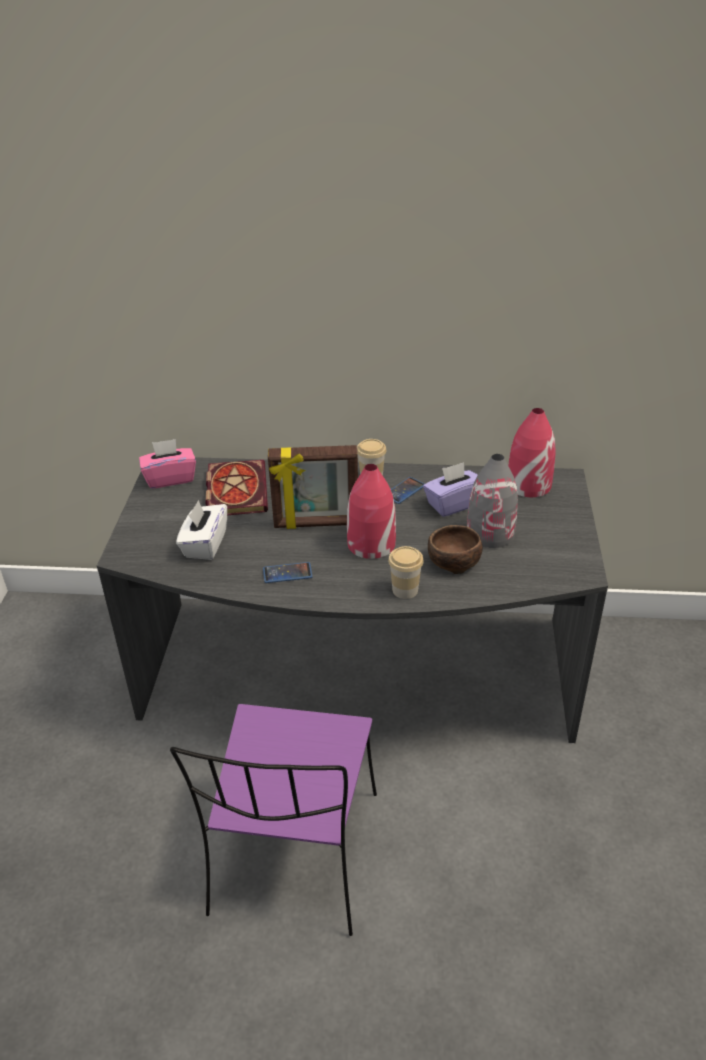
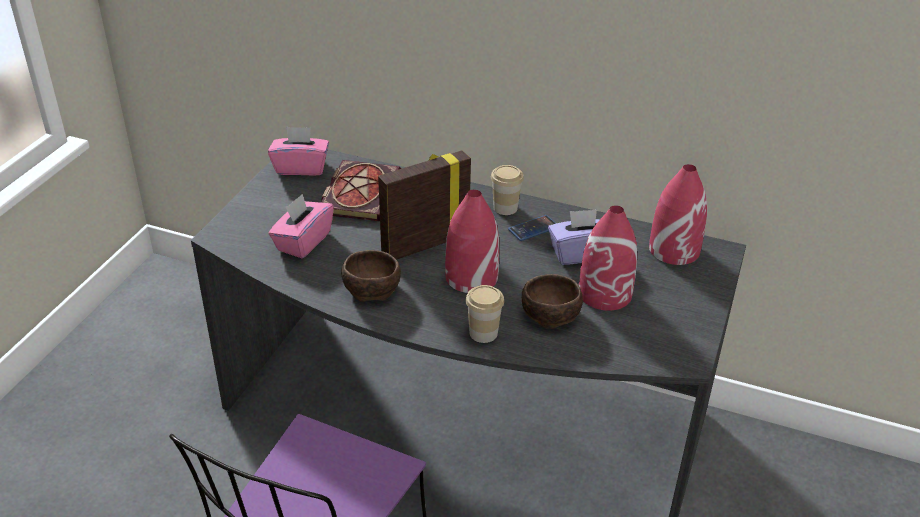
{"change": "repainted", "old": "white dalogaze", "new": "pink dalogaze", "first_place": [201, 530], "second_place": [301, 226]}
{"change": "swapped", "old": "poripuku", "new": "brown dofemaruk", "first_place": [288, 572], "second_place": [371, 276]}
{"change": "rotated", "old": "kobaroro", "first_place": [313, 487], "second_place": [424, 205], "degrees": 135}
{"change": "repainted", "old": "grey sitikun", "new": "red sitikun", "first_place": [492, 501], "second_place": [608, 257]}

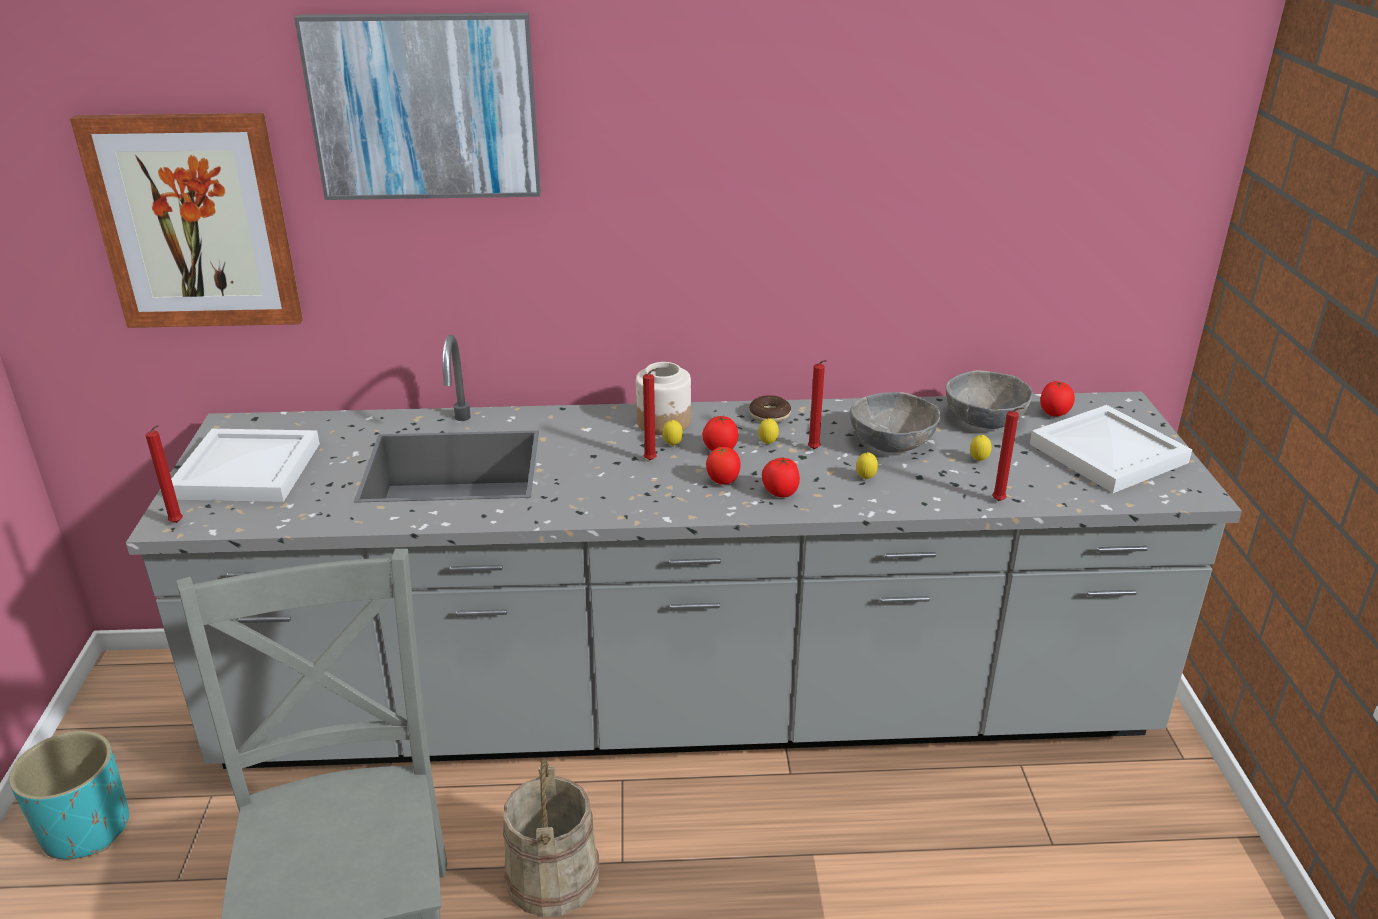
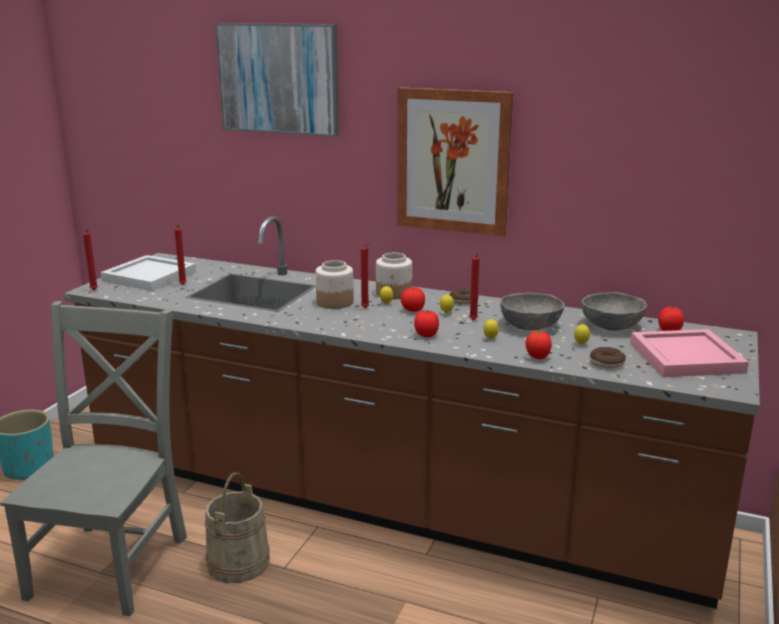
{"change": "shifted", "old": "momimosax", "first_place": [186, 220], "second_place": [455, 162]}
{"change": "repainted", "old": "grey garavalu", "new": "brown garavalu", "first_place": [684, 552], "second_place": [412, 412]}
{"change": "shifted", "old": "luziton", "first_place": [723, 465], "second_place": [539, 345]}
{"change": "shifted", "old": "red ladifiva", "first_place": [1008, 454], "second_place": [180, 254]}
{"change": "repainted", "old": "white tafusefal", "new": "pink tafusefal", "first_place": [1111, 449], "second_place": [689, 353]}
{"change": "new", "new": "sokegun", "second_place": [335, 284]}
{"change": "new", "new": "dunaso", "second_place": [608, 357]}

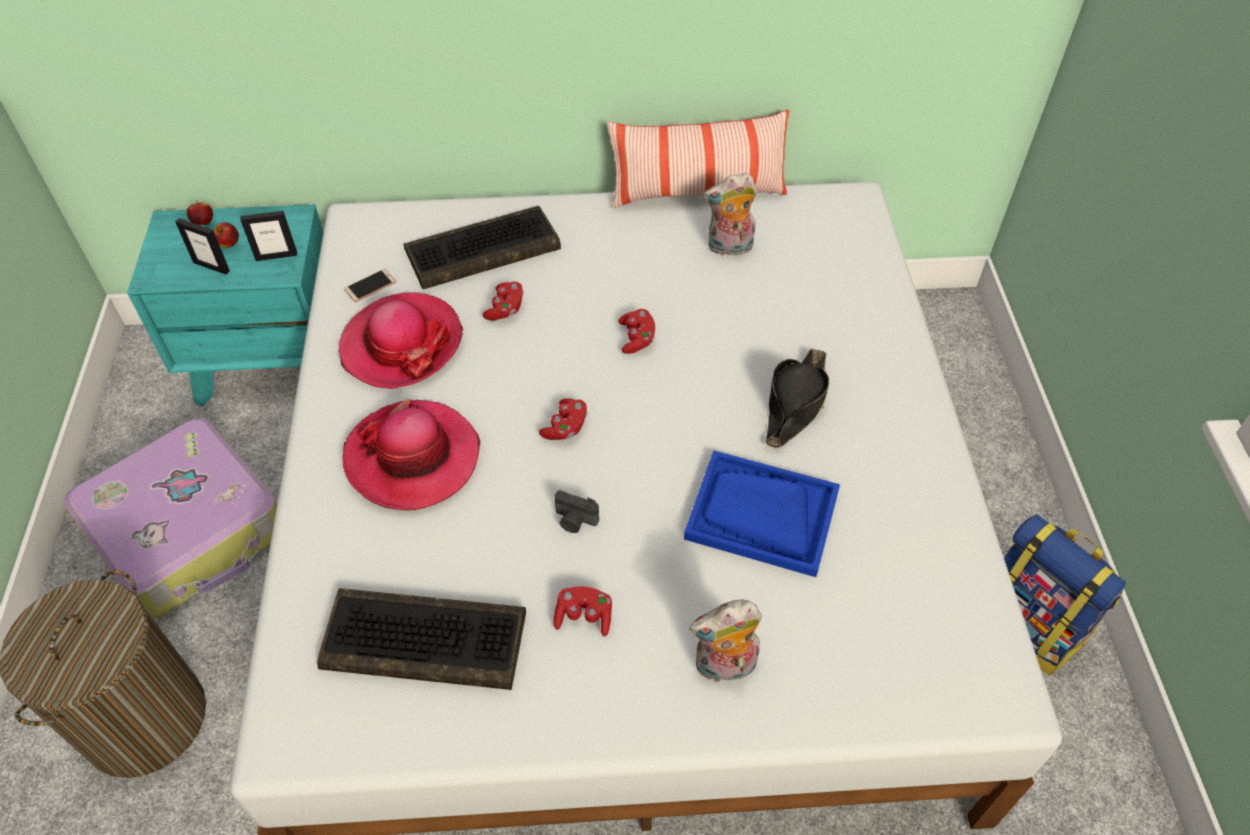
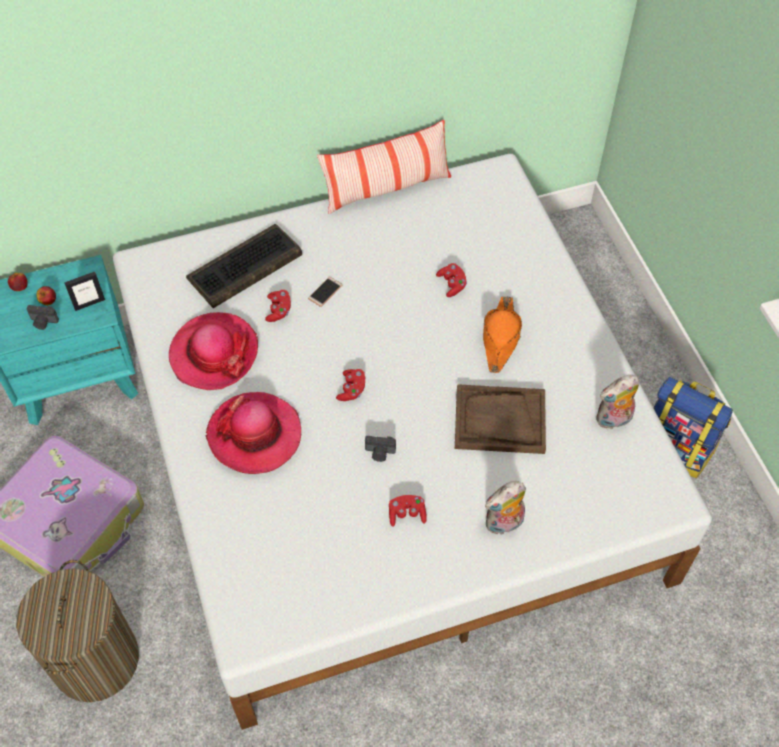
{"change": "swapped", "old": "kobaroro", "new": "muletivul", "first_place": [202, 246], "second_place": [42, 317]}
{"change": "gone", "old": "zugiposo", "first_place": [421, 639]}
{"change": "shifted", "old": "poripuku", "first_place": [370, 285], "second_place": [325, 292]}
{"change": "shifted", "old": "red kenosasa", "first_place": [636, 331], "second_place": [451, 280]}
{"change": "repainted", "old": "blue tafusefal", "new": "brown tafusefal", "first_place": [762, 513], "second_place": [500, 419]}
{"change": "shifted", "old": "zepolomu", "first_place": [730, 214], "second_place": [617, 402]}
{"change": "repainted", "old": "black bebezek", "new": "orange bebezek", "first_place": [797, 398], "second_place": [502, 334]}

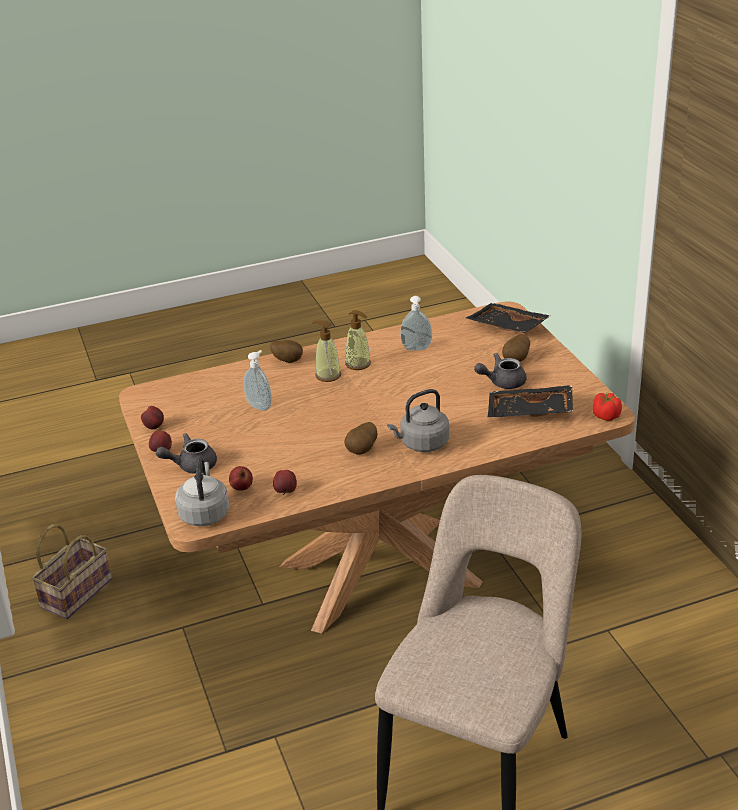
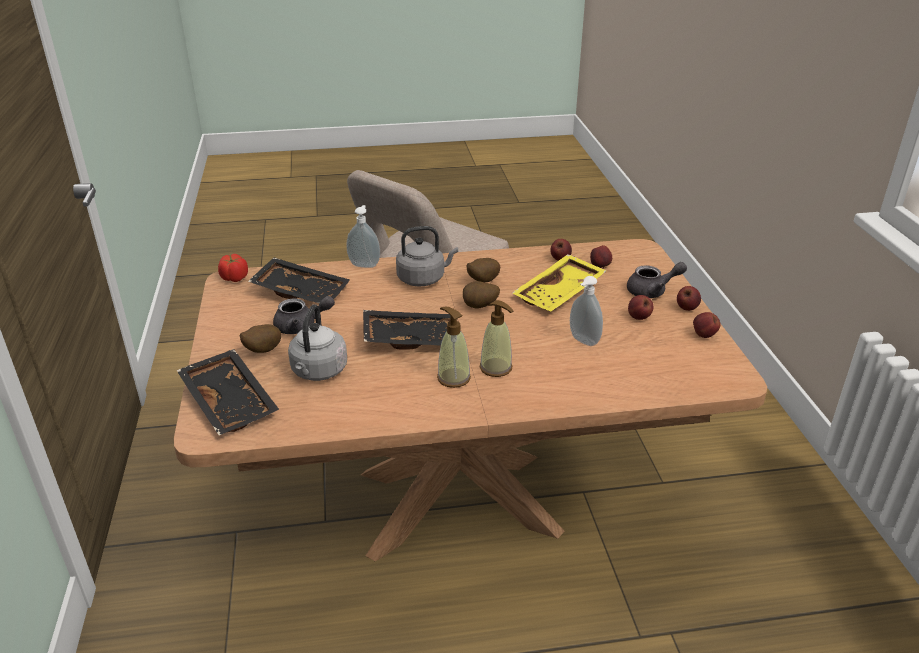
{"change": "gone", "old": "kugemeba", "first_place": [71, 571]}
{"change": "shifted", "old": "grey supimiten", "first_place": [202, 491], "second_place": [317, 342]}
{"change": "shifted", "old": "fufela", "first_place": [286, 351], "second_place": [481, 295]}
{"change": "shifted", "old": "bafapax", "first_place": [416, 323], "second_place": [363, 236]}
{"change": "new", "new": "black tafusefal", "second_place": [407, 330]}
{"change": "new", "new": "yellow tafusefal", "second_place": [559, 283]}
{"change": "new", "new": "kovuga", "second_place": [640, 307]}

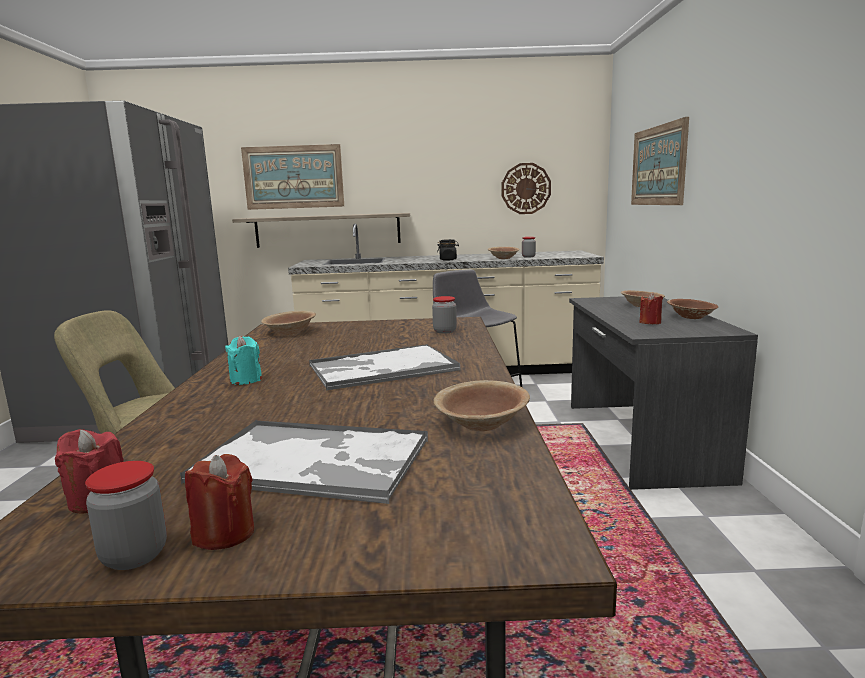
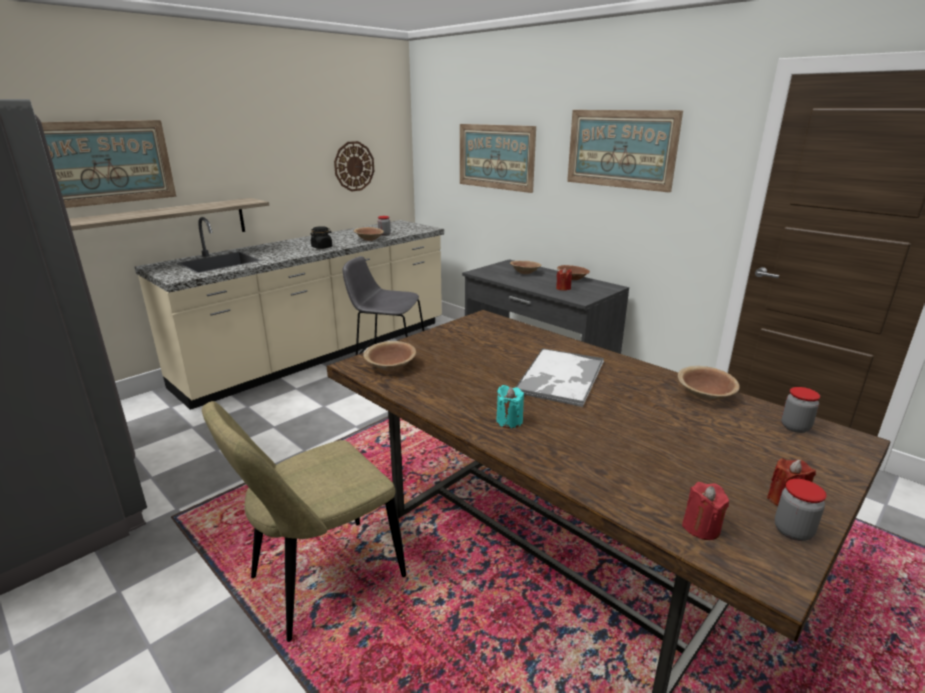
{"change": "gone", "old": "tafusefal", "first_place": [304, 462]}
{"change": "shifted", "old": "sokegun", "first_place": [444, 315], "second_place": [800, 410]}
{"change": "new", "new": "momimosax", "second_place": [625, 151]}

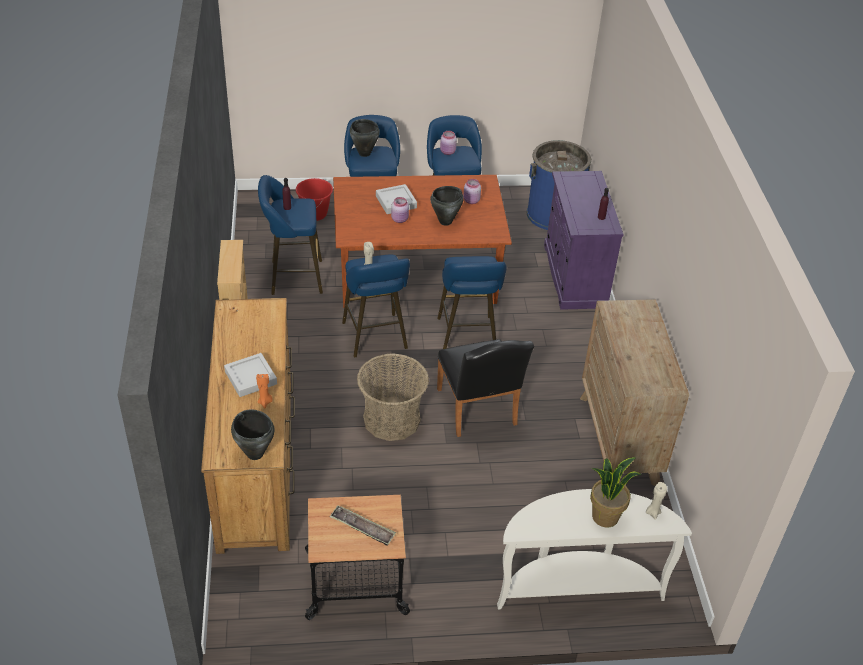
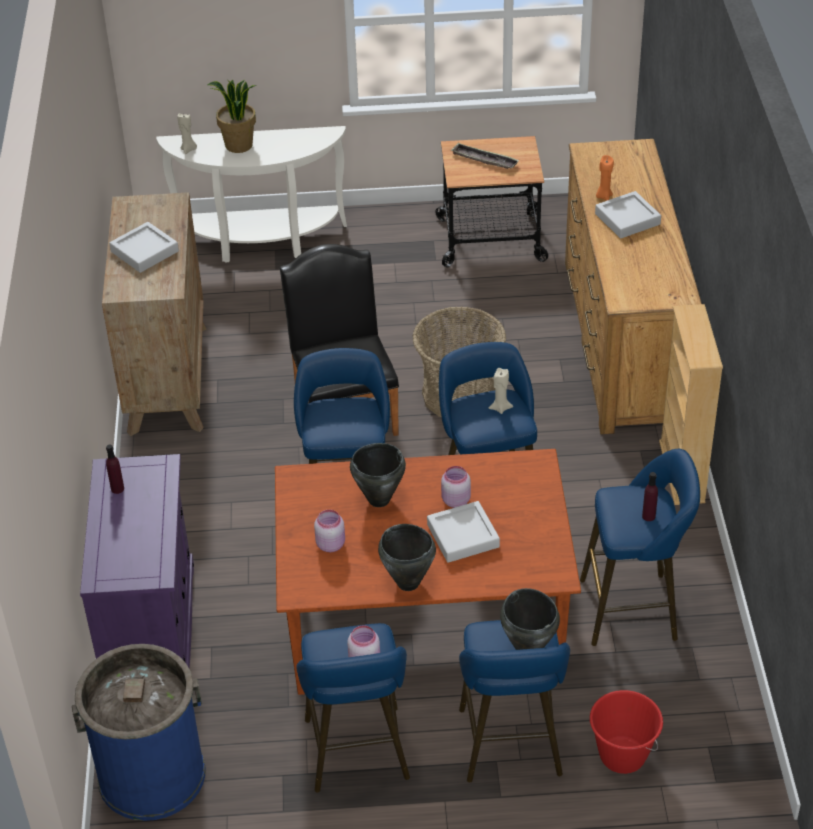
{"change": "shifted", "old": "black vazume", "first_place": [253, 435], "second_place": [407, 557]}
{"change": "new", "new": "grey tafusefal", "second_place": [144, 247]}

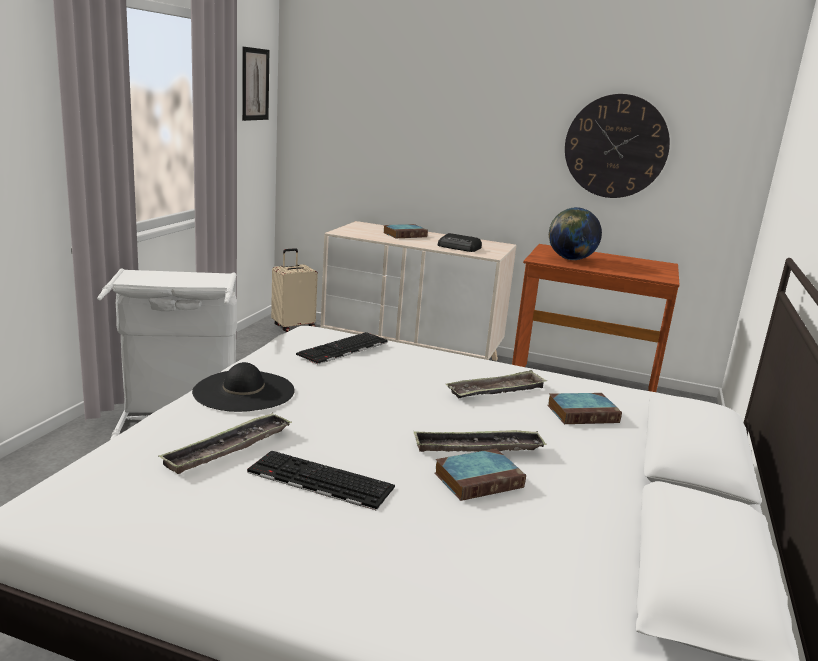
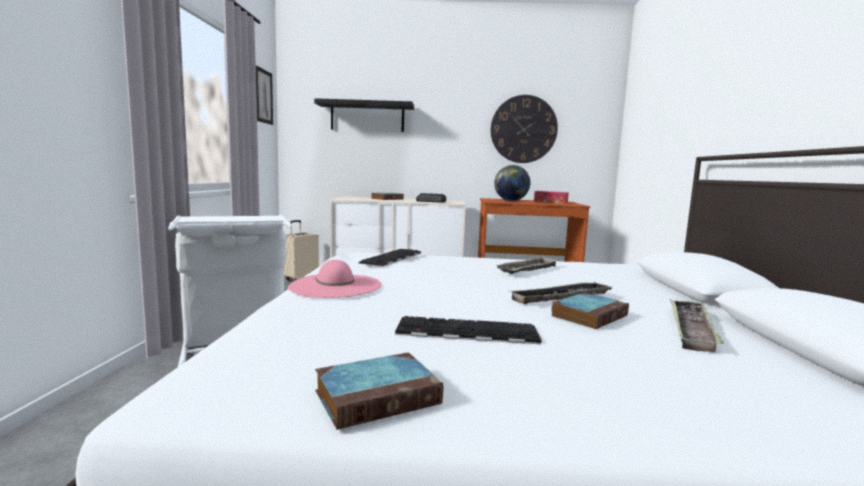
{"change": "shifted", "old": "tafusefal", "first_place": [225, 443], "second_place": [697, 325]}
{"change": "repainted", "old": "black bebezek", "new": "pink bebezek", "first_place": [243, 387], "second_place": [335, 279]}
{"change": "shifted", "old": "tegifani", "first_place": [584, 408], "second_place": [379, 391]}
{"change": "new", "new": "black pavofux", "second_place": [364, 115]}
{"change": "new", "new": "dalogaze", "second_place": [551, 197]}

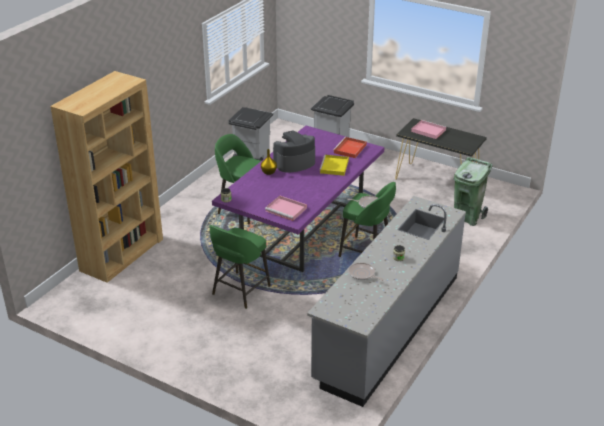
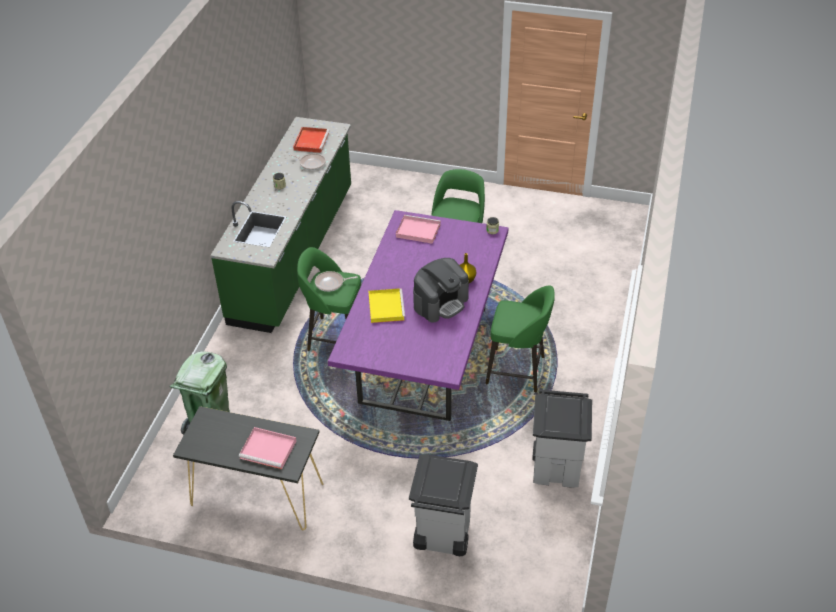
{"change": "gone", "old": "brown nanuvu", "first_place": [106, 177]}
{"change": "repainted", "old": "grey garavalu", "new": "green garavalu", "first_place": [386, 301], "second_place": [280, 225]}
{"change": "shifted", "old": "red tafusefal", "first_place": [350, 147], "second_place": [311, 140]}

